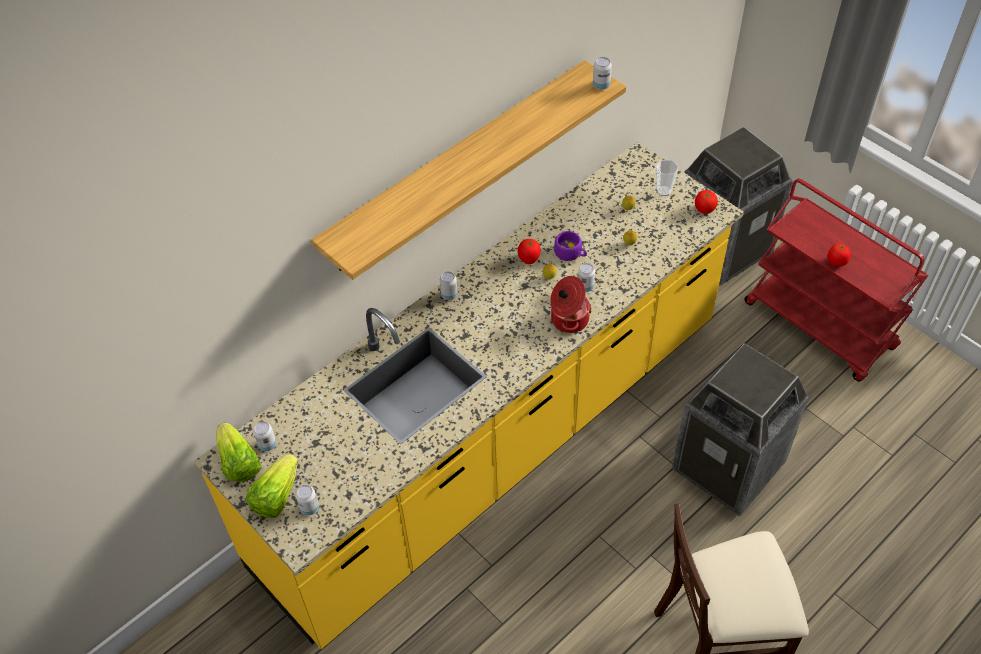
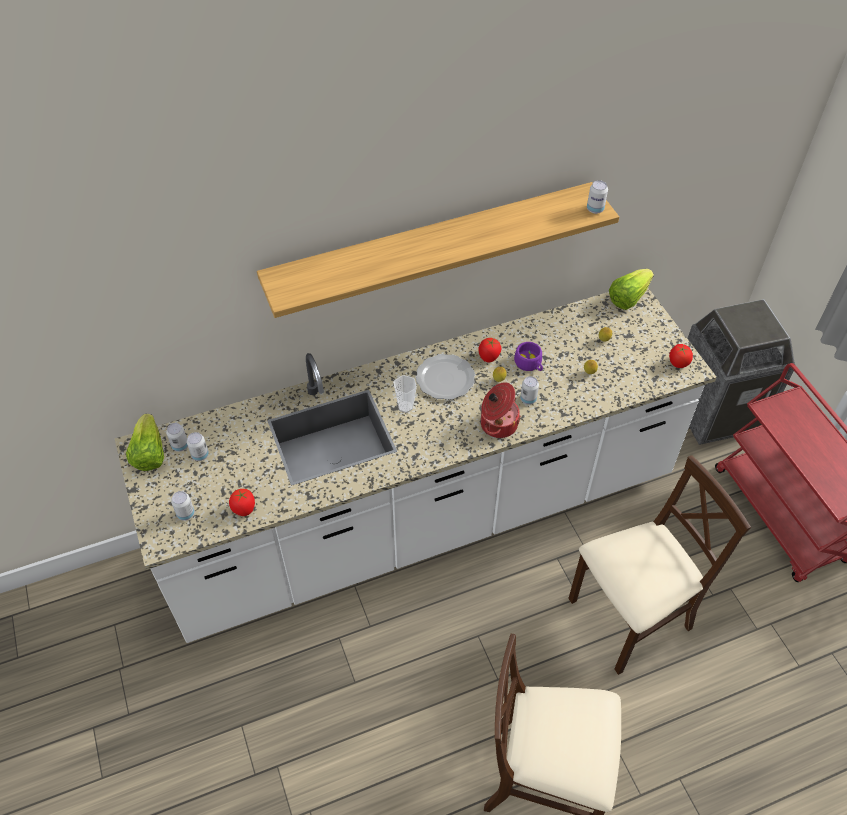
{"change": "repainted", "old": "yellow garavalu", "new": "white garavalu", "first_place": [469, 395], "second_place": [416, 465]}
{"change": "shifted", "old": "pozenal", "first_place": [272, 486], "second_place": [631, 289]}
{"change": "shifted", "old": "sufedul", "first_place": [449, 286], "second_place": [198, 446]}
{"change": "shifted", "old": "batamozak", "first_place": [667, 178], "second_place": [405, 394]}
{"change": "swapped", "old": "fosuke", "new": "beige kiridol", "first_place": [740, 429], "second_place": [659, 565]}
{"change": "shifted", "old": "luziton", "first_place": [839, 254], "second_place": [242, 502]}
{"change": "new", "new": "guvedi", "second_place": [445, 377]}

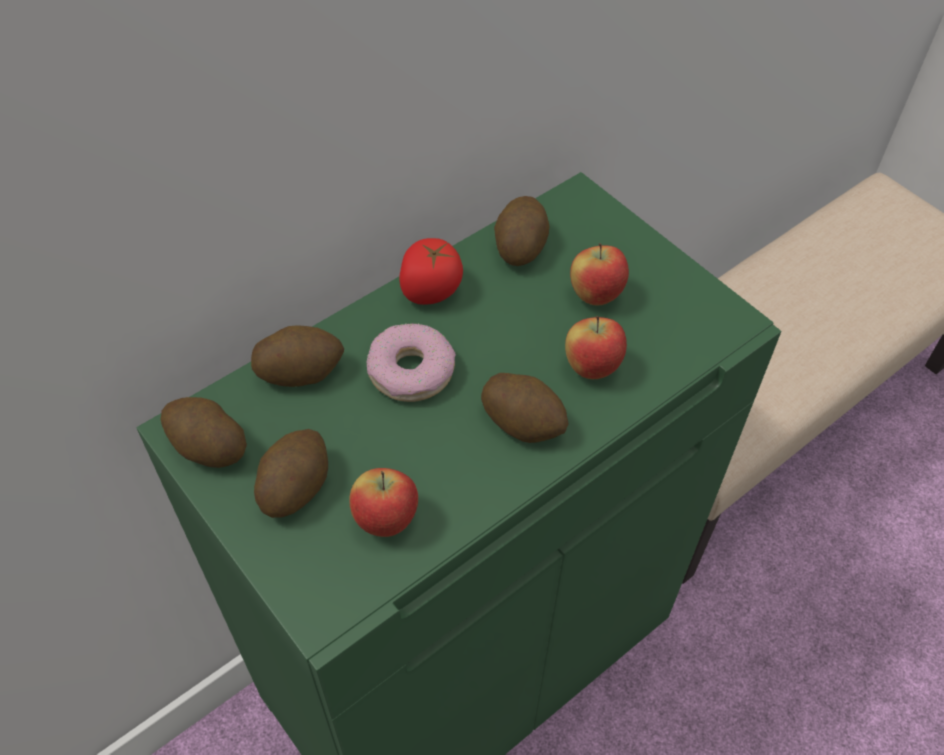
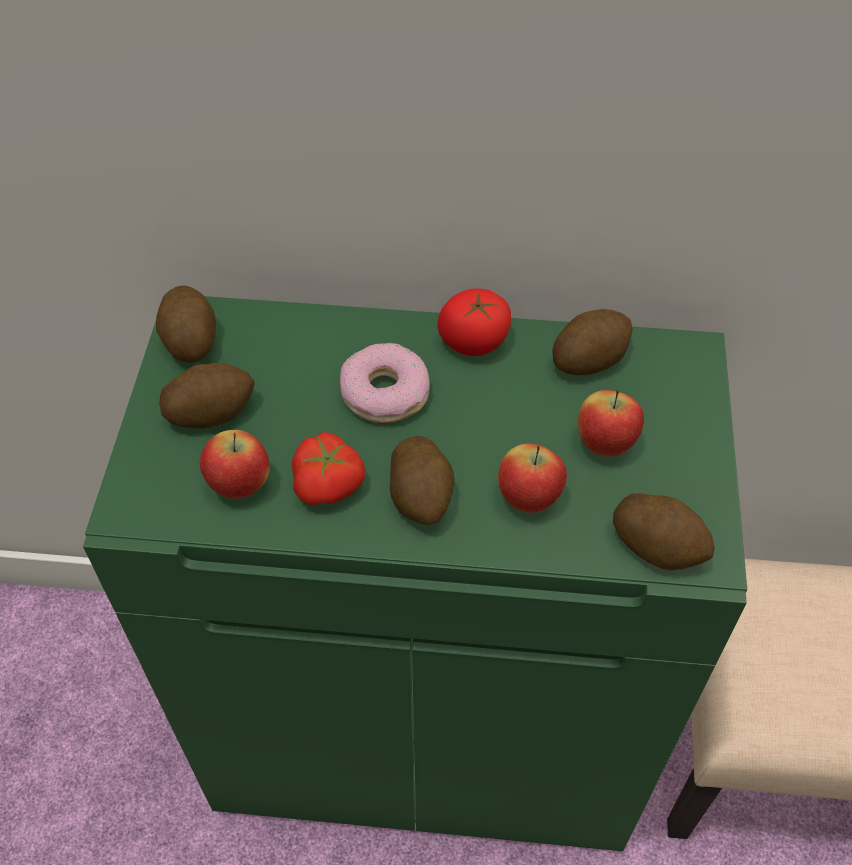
{"change": "shifted", "old": "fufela", "first_place": [297, 356], "second_place": [664, 531]}
{"change": "new", "new": "luziton", "second_place": [328, 469]}

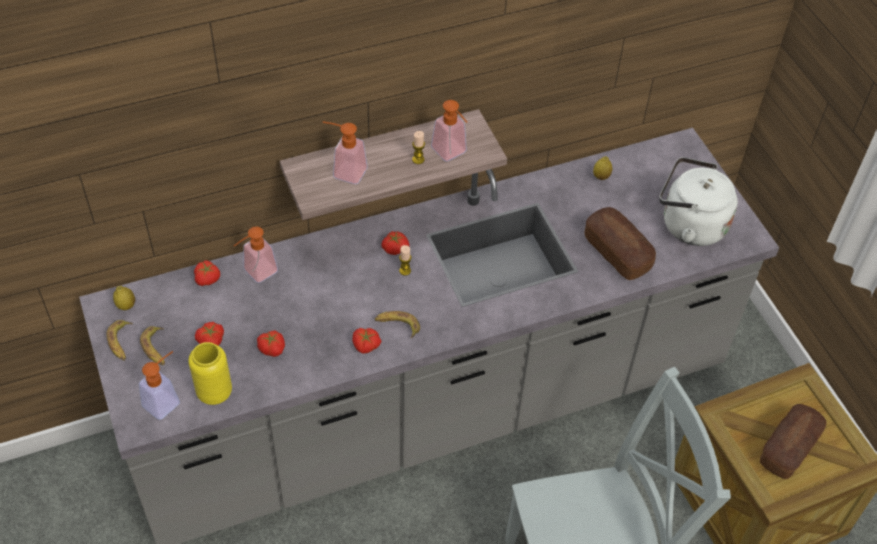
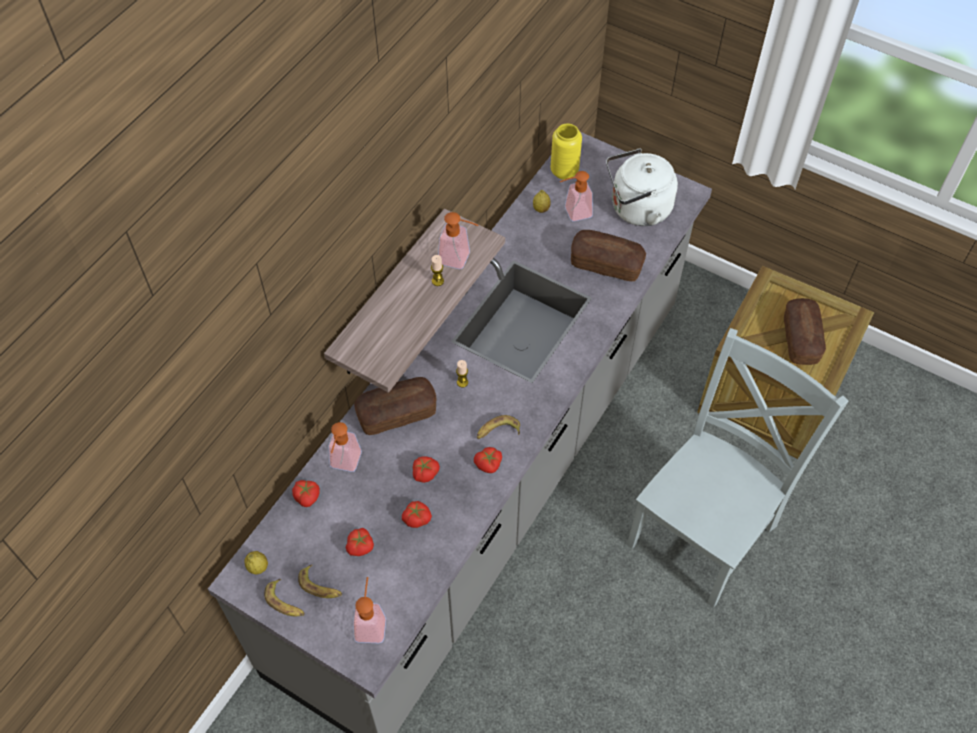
{"change": "shifted", "old": "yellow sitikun", "first_place": [210, 373], "second_place": [566, 152]}
{"change": "shifted", "old": "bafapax", "first_place": [345, 152], "second_place": [576, 196]}
{"change": "shifted", "old": "luziton", "first_place": [395, 243], "second_place": [426, 469]}
{"change": "new", "new": "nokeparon", "second_place": [395, 406]}

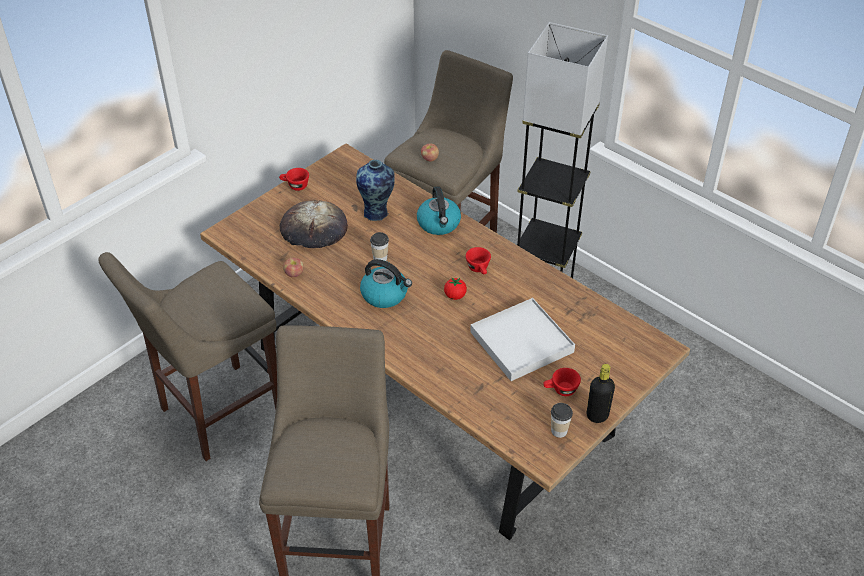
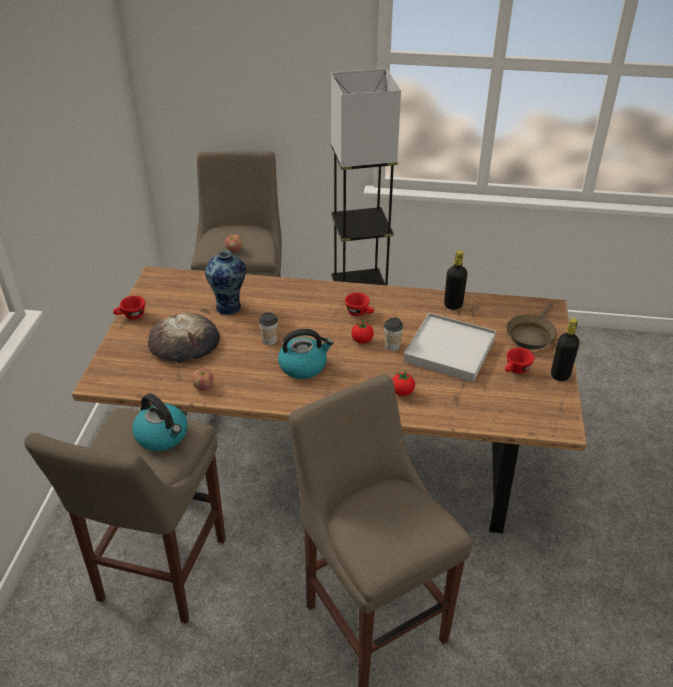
{"change": "shifted", "old": "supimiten", "first_place": [439, 210], "second_place": [159, 422]}
{"change": "shifted", "old": "batamozak", "first_place": [562, 420], "second_place": [393, 334]}
{"change": "new", "new": "luziton", "second_place": [403, 384]}
{"change": "new", "new": "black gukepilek", "second_place": [456, 280]}
{"change": "new", "new": "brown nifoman", "second_place": [531, 326]}

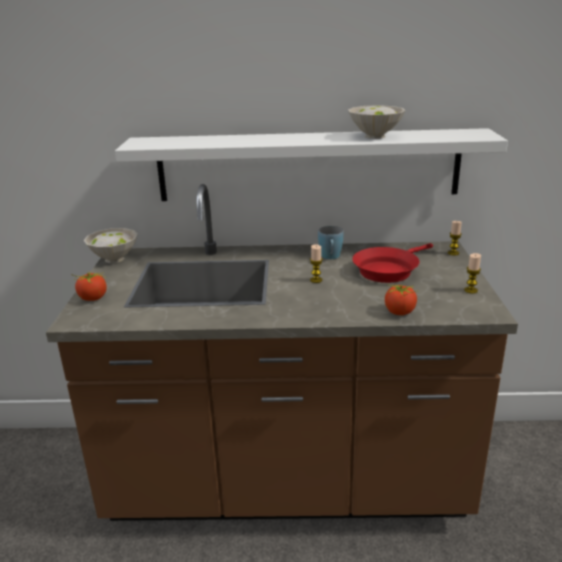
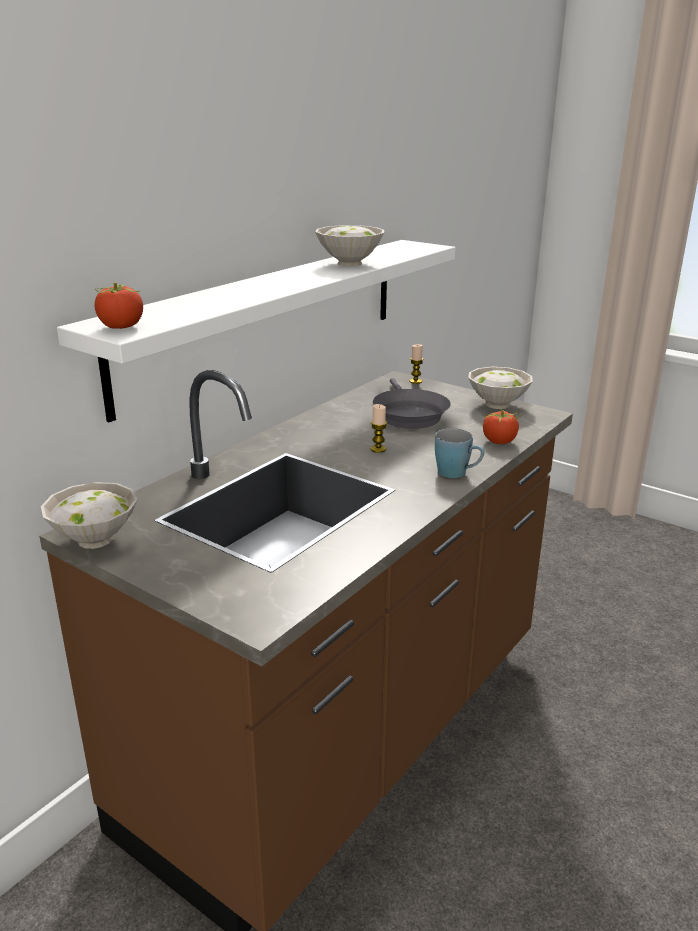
{"change": "shifted", "old": "luziton", "first_place": [89, 286], "second_place": [119, 306]}
{"change": "shifted", "old": "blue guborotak", "first_place": [330, 242], "second_place": [460, 453]}
{"change": "repainted", "old": "red nifoman", "new": "grey nifoman", "first_place": [392, 263], "second_place": [412, 403]}
{"change": "swapped", "old": "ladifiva", "new": "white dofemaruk", "first_place": [472, 273], "second_place": [500, 388]}

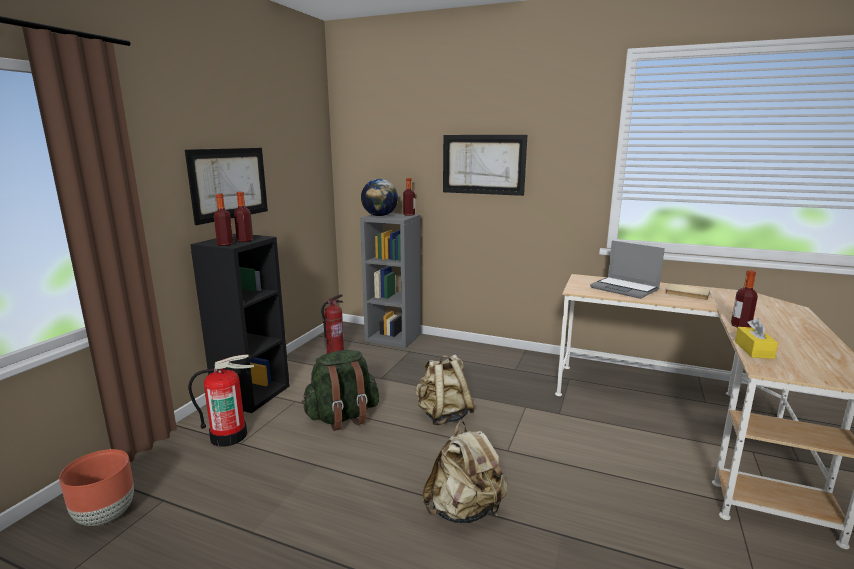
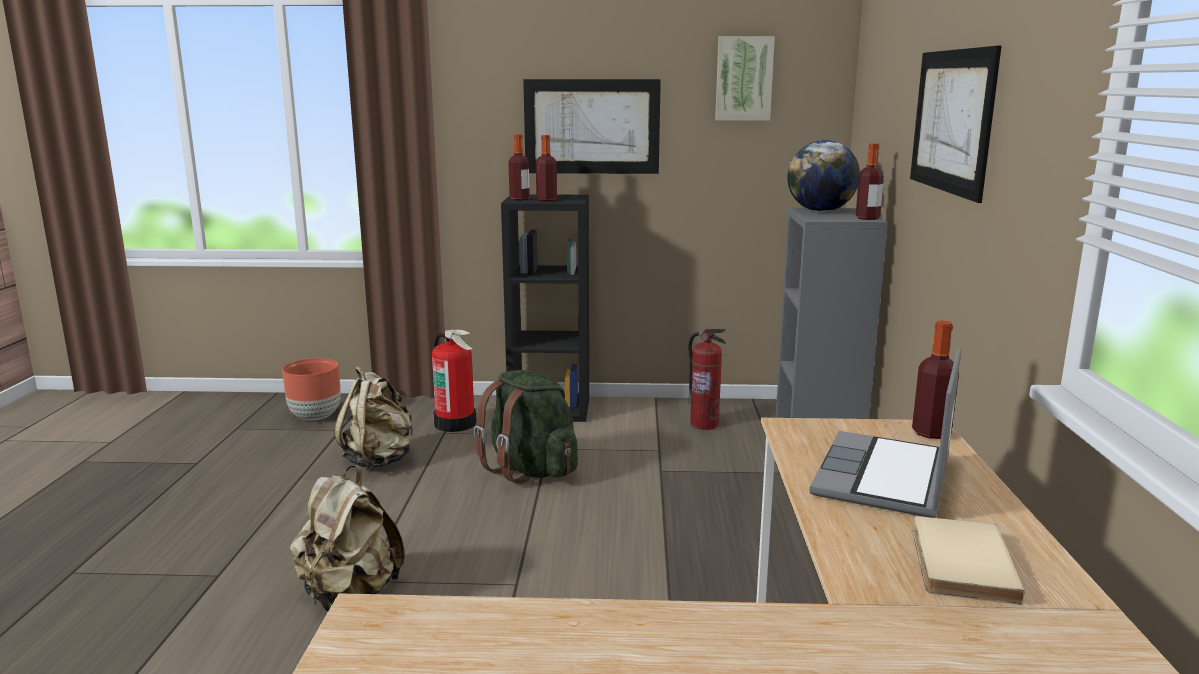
{"change": "shifted", "old": "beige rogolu", "first_place": [445, 390], "second_place": [373, 417]}
{"change": "shifted", "old": "gukepilek", "first_place": [744, 299], "second_place": [935, 380]}
{"change": "gone", "old": "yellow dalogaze", "first_place": [756, 338]}
{"change": "new", "new": "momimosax", "second_place": [745, 78]}

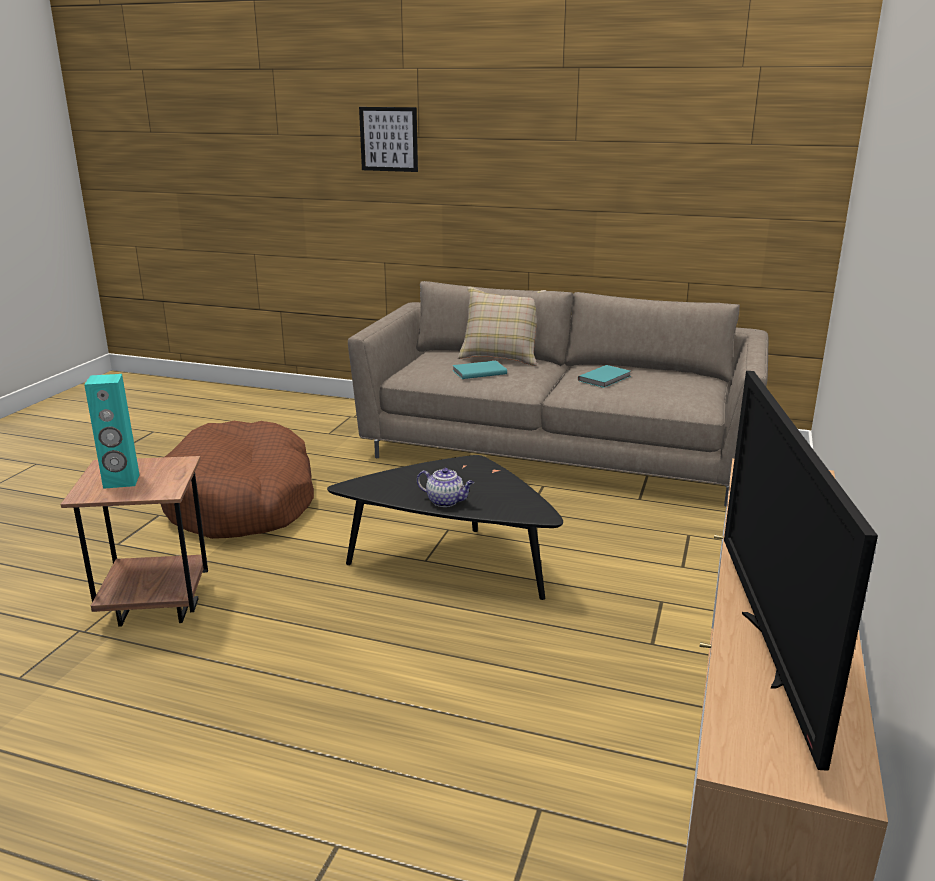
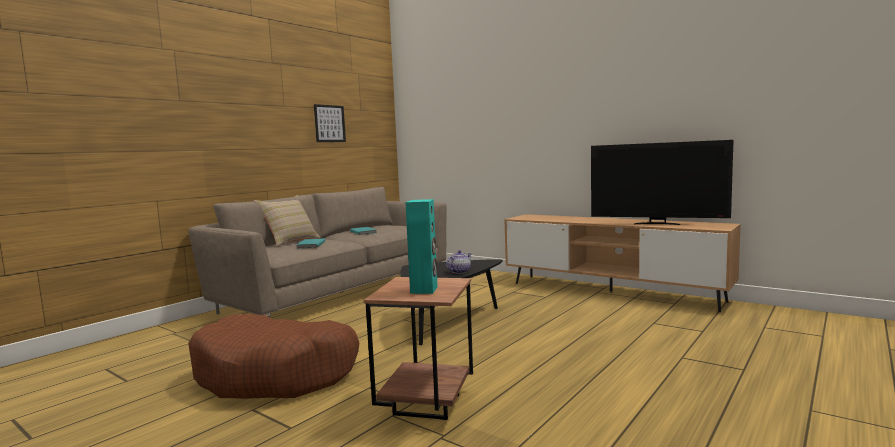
{"change": "shifted", "old": "momimosax", "first_place": [388, 139], "second_place": [330, 123]}

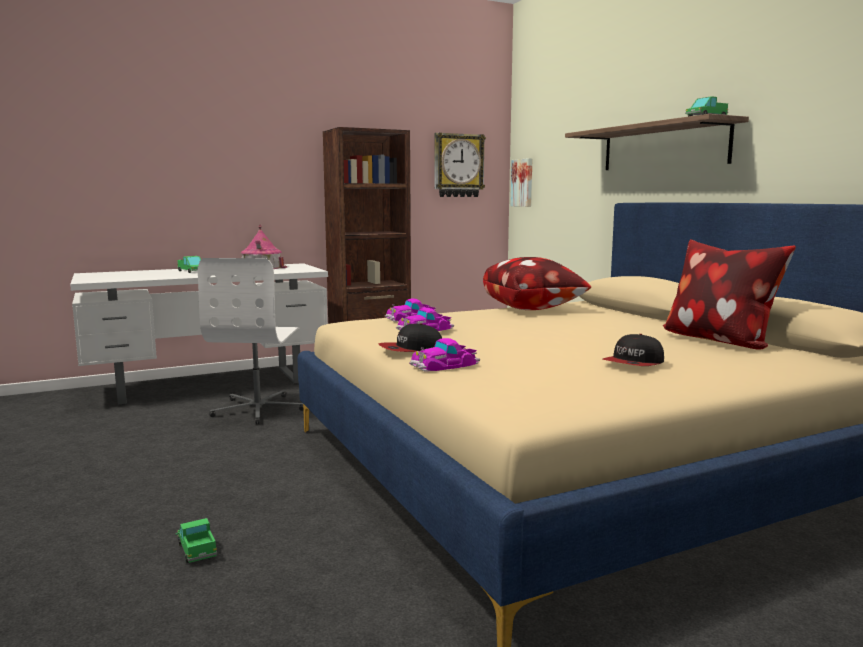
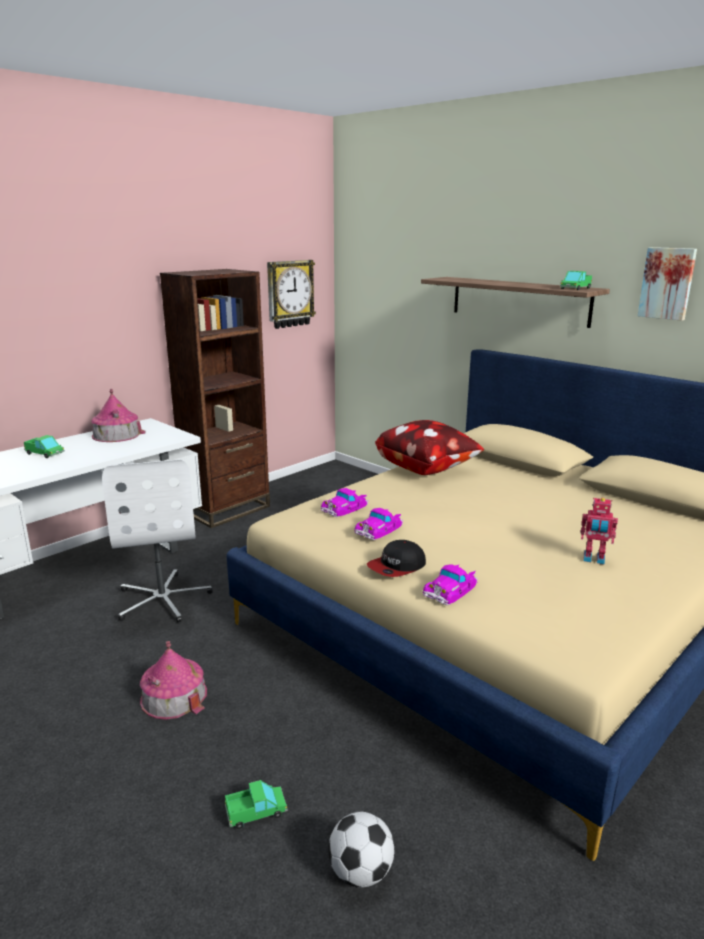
{"change": "rotated", "old": "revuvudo", "first_place": [196, 541], "second_place": [256, 804], "degrees": 120}
{"change": "shifted", "old": "momimosax", "first_place": [521, 182], "second_place": [667, 284]}
{"change": "swapped", "old": "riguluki", "new": "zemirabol", "first_place": [633, 350], "second_place": [599, 531]}
{"change": "gone", "old": "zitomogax", "first_place": [729, 294]}
{"change": "new", "new": "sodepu", "second_place": [173, 680]}
{"change": "new", "new": "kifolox", "second_place": [361, 850]}

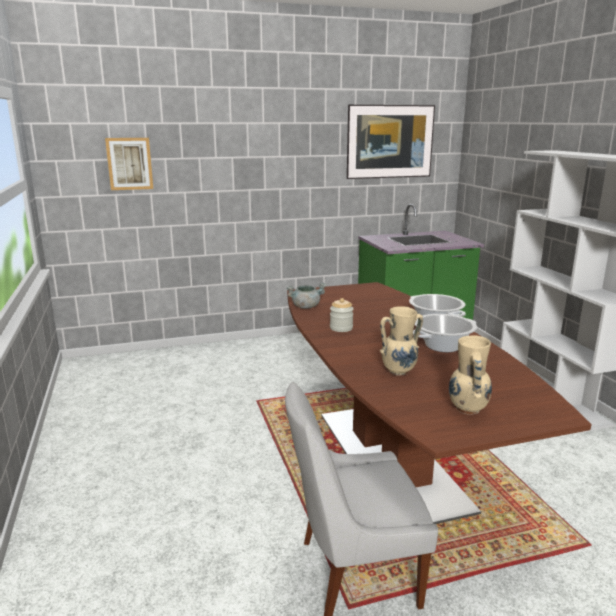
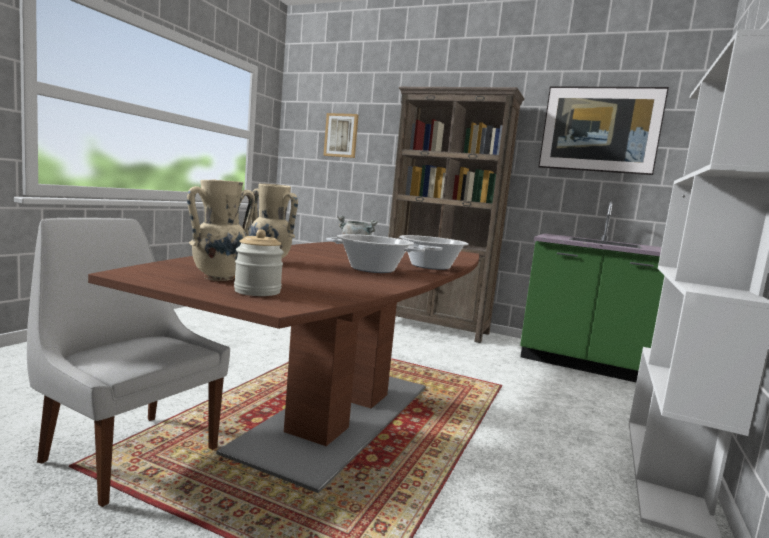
{"change": "shifted", "old": "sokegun", "first_place": [342, 315], "second_place": [259, 262]}
{"change": "new", "new": "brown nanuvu", "second_place": [456, 215]}

